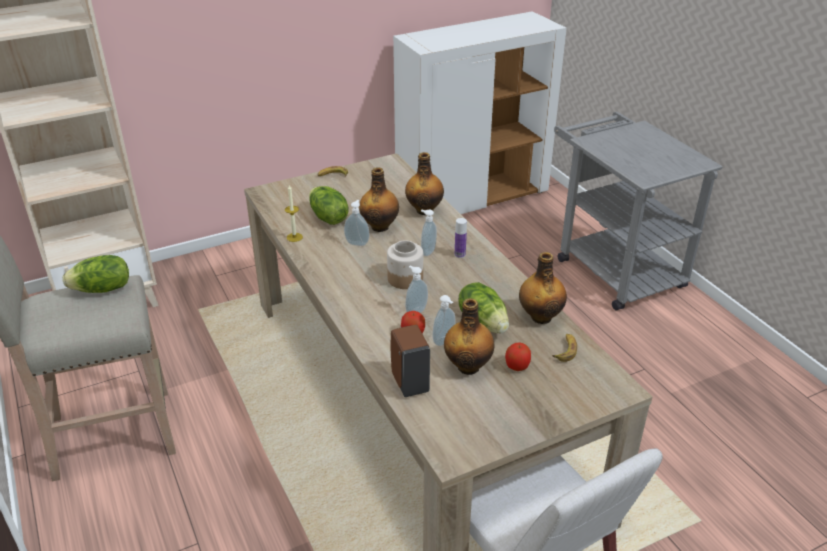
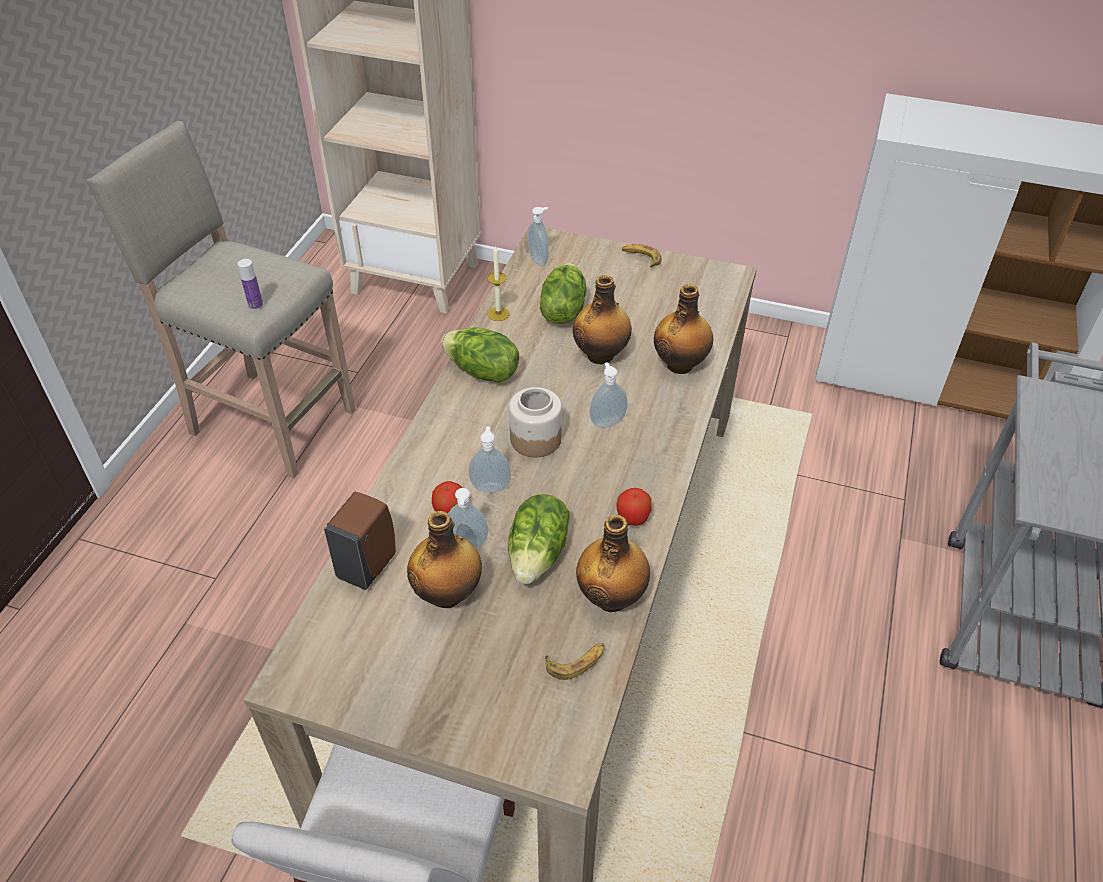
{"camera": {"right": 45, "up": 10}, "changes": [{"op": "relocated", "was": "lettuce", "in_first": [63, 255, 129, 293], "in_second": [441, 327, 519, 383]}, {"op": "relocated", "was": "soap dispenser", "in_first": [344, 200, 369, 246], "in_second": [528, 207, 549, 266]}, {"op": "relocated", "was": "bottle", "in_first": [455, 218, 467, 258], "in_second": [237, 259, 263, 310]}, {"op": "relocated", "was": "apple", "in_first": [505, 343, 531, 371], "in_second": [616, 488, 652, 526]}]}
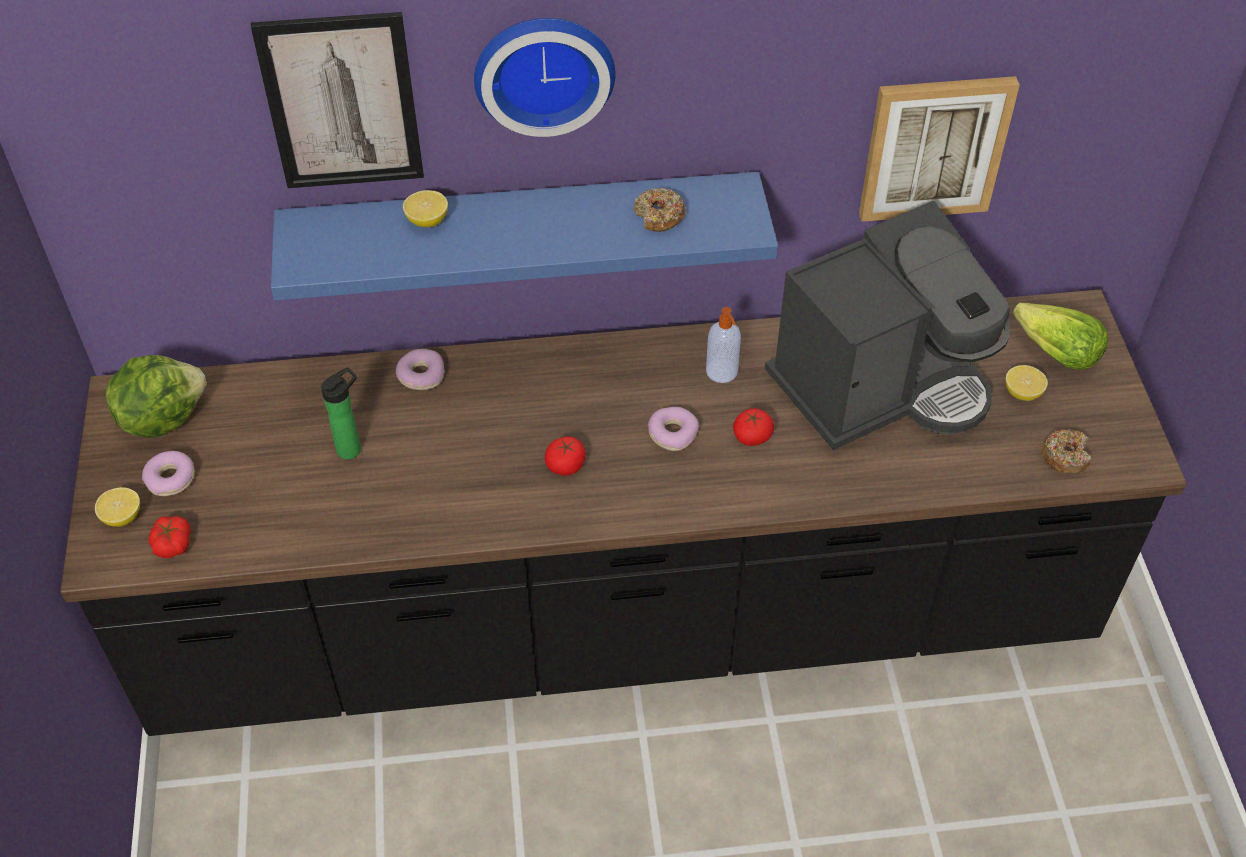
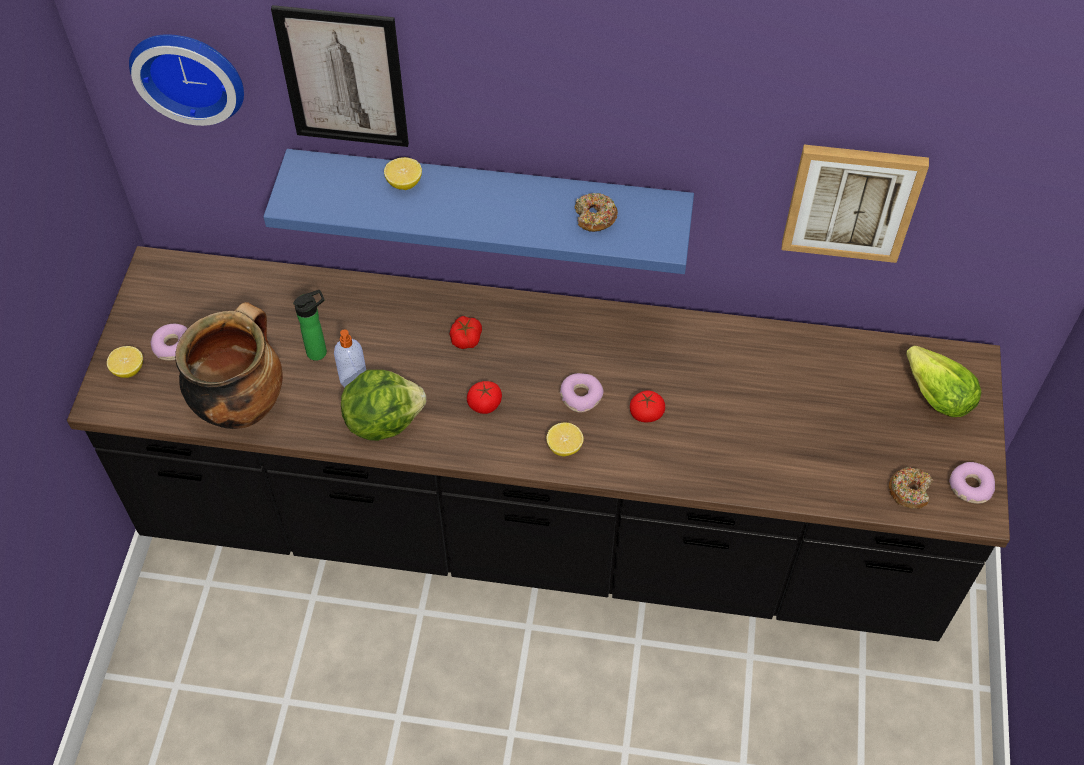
{"camera": {"right": 15, "up": 5}, "changes": [{"op": "missing", "was": "coffee machine", "in_first": [765, 201, 1010, 450]}, {"op": "appeared", "now": "cooking pot", "in_second": [175, 302, 283, 429]}, {"op": "relocated", "was": "lettuce", "in_first": [106, 355, 207, 438], "in_second": [341, 370, 426, 441]}, {"op": "relocated", "was": "tomato", "in_first": [148, 516, 191, 558], "in_second": [449, 316, 482, 349]}, {"op": "relocated", "was": "donut", "in_first": [396, 349, 445, 390], "in_second": [949, 462, 995, 504]}, {"op": "relocated", "was": "wall clock", "in_first": [474, 18, 615, 137], "in_second": [129, 34, 244, 126]}, {"op": "relocated", "was": "soap dispenser", "in_first": [706, 307, 741, 383], "in_second": [334, 329, 366, 387]}, {"op": "relocated", "was": "lemon", "in_first": [1005, 365, 1048, 401], "in_second": [546, 422, 584, 456]}]}
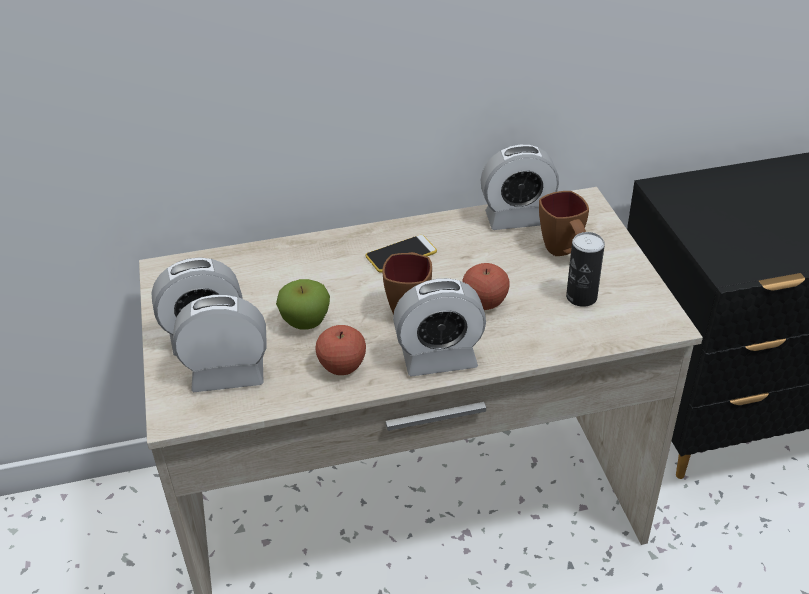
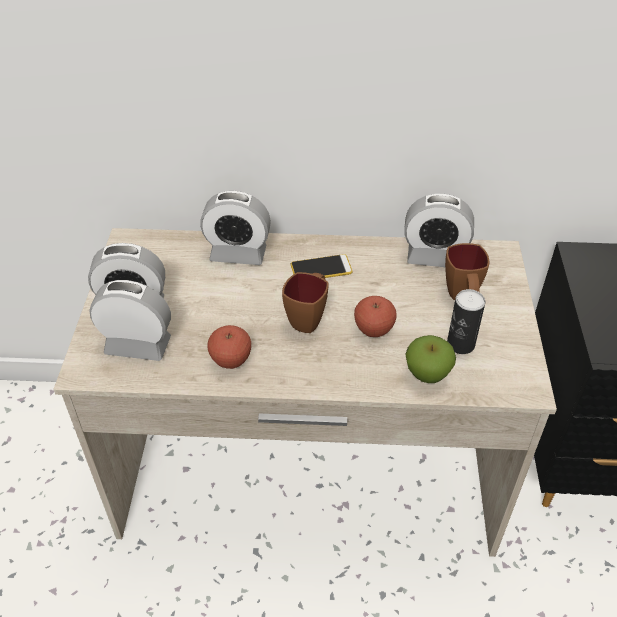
{"camera": {"right": 15, "up": 5}, "changes": [{"op": "relocated", "was": "apple", "in_first": [276, 279, 330, 330], "in_second": [405, 335, 456, 383]}, {"op": "relocated", "was": "alarm clock", "in_first": [393, 278, 486, 377], "in_second": [200, 191, 271, 265]}]}
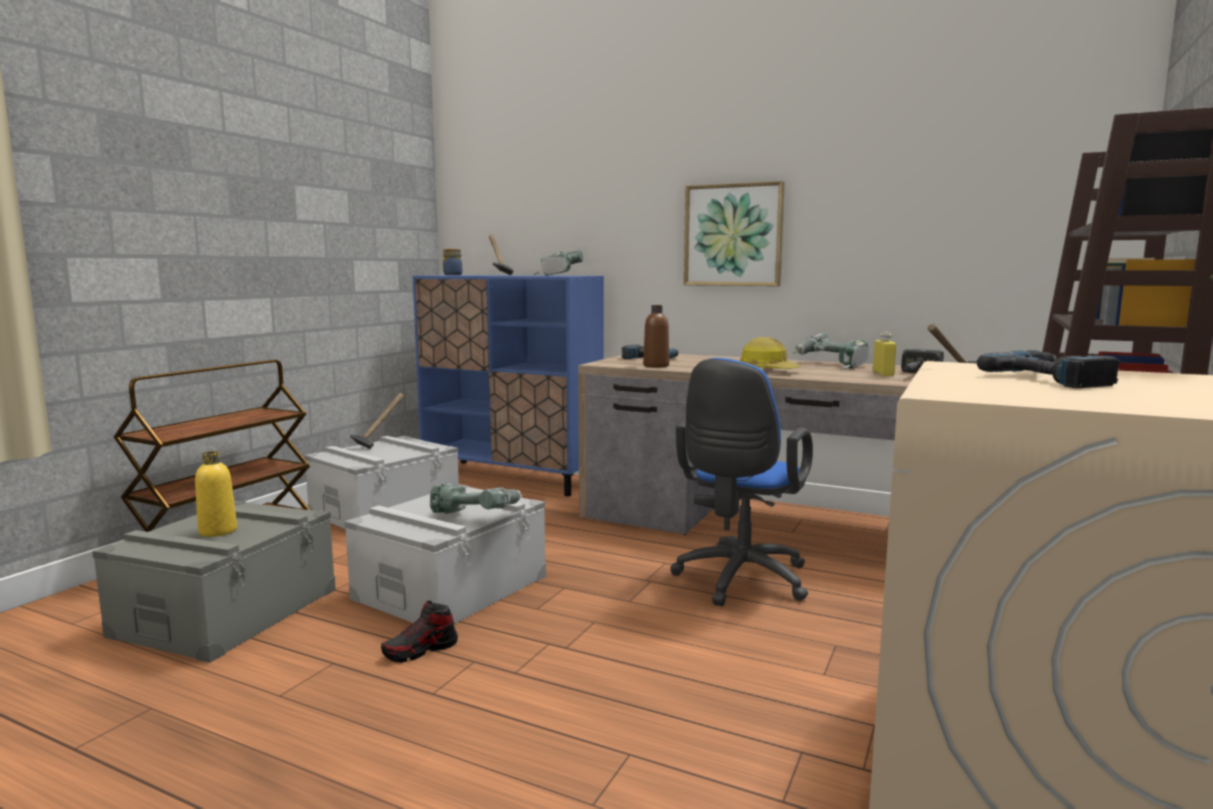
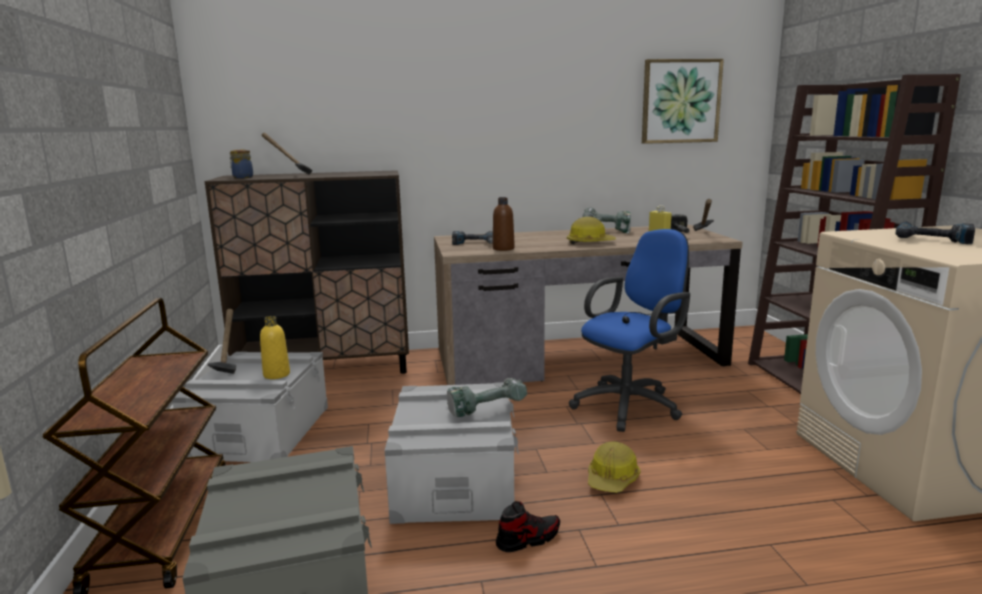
{"camera": {"right": -35, "up": 5}, "changes": [{"op": "missing", "was": "power drill", "in_first": [534, 250, 583, 276]}, {"op": "appeared", "now": "hard hat", "in_second": [588, 441, 641, 493]}, {"op": "relocated", "was": "yellow bottle", "in_first": [195, 451, 237, 537], "in_second": [260, 316, 290, 379]}, {"op": "relocated", "was": "picture", "in_first": [684, 181, 785, 286], "in_second": [642, 59, 724, 144]}, {"op": "colour", "was": "blue cabinet", "now": "brown cabinet", "in_first": [413, 275, 604, 497], "in_second": [204, 170, 409, 374]}, {"op": "spun", "was": "shoe", "in_first": [381, 600, 458, 663], "in_second": [496, 501, 560, 552], "clockwise": -135}, {"op": "spun", "was": "blue office chair", "in_first": [670, 358, 813, 606], "in_second": [569, 229, 690, 432], "clockwise": -120}]}
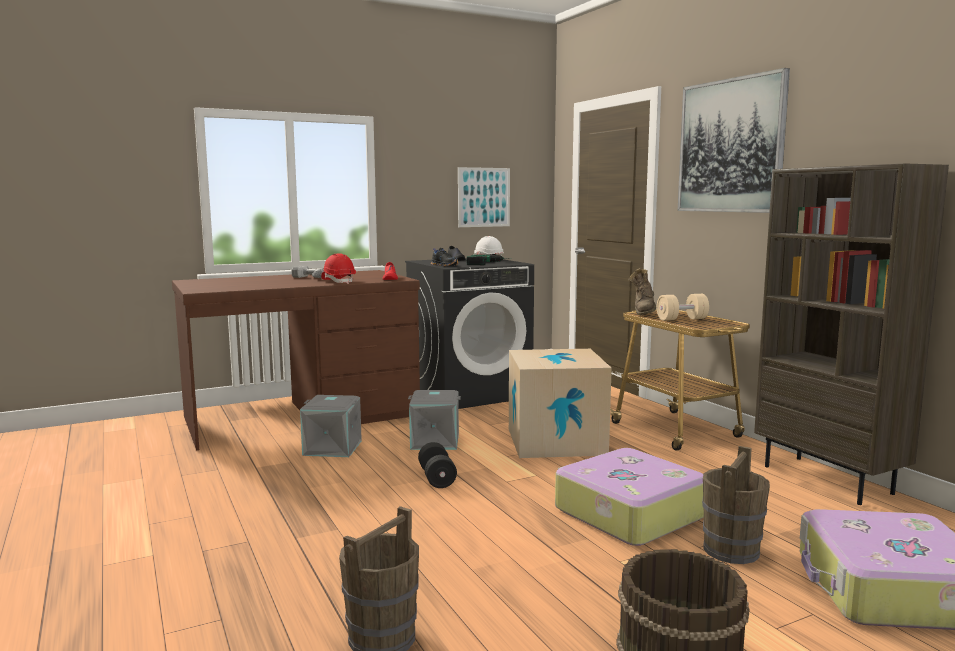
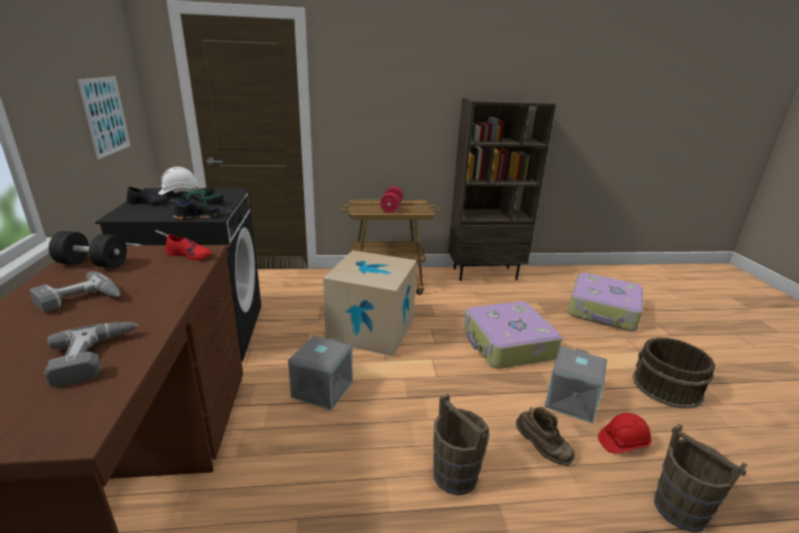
{"camera": {"right": -70, "up": 15}, "changes": [{"op": "missing", "was": "picture", "in_first": [678, 68, 790, 213]}, {"op": "appeared", "now": "power drill", "in_second": [44, 322, 138, 387]}, {"op": "relocated", "was": "grey storage box", "in_first": [300, 395, 362, 457], "in_second": [545, 346, 607, 424]}, {"op": "relocated", "was": "red hard hat", "in_first": [321, 253, 356, 284], "in_second": [598, 413, 652, 453]}, {"op": "relocated", "was": "black dumbbell", "in_first": [418, 442, 457, 488], "in_second": [49, 231, 127, 268]}, {"op": "relocated", "was": "brown boot", "in_first": [628, 268, 656, 315], "in_second": [516, 407, 575, 466]}, {"op": "relocated", "was": "brown bucket", "in_first": [702, 446, 770, 564], "in_second": [433, 394, 489, 495]}, {"op": "colour", "was": "beige dumbbell", "now": "red dumbbell", "in_first": [657, 294, 709, 321], "in_second": [380, 186, 403, 213]}]}
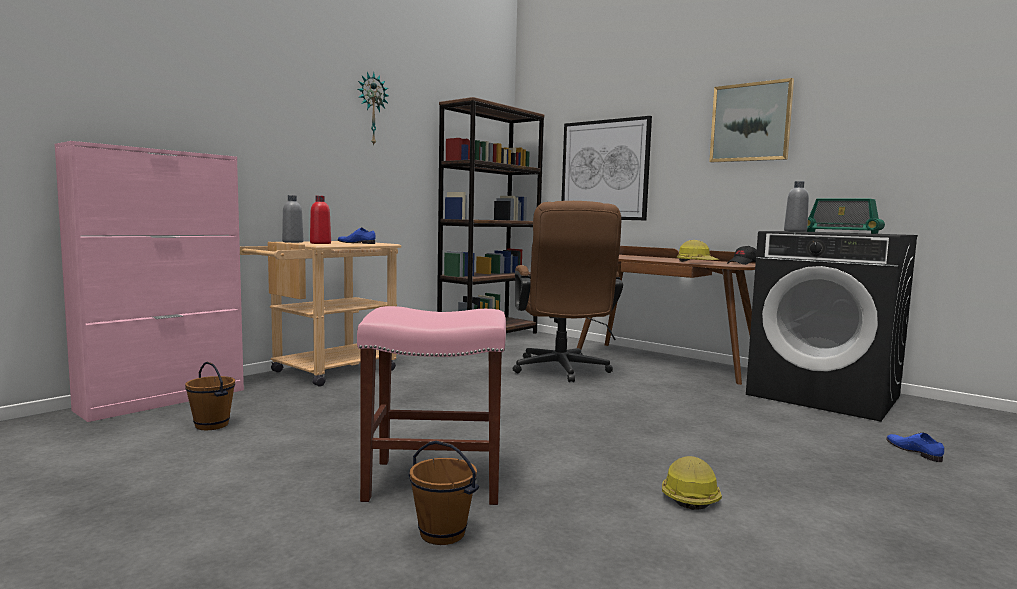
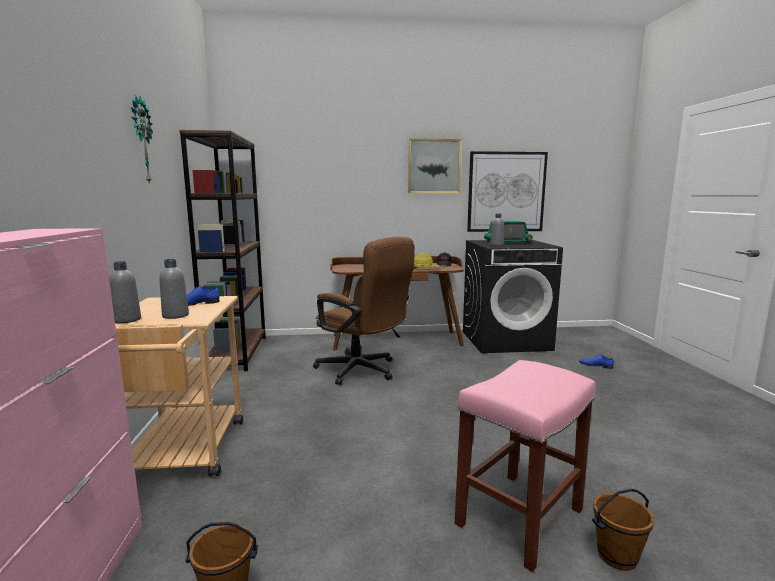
{"camera": {"right": -45, "up": 5}, "changes": [{"op": "missing", "was": "hard hat", "in_first": [662, 456, 722, 510]}, {"op": "relocated", "was": "picture", "in_first": [561, 116, 652, 220], "in_second": [467, 151, 548, 232]}, {"op": "colour", "was": "red bottle", "now": "grey bottle", "in_first": [310, 196, 331, 244], "in_second": [159, 259, 189, 319]}]}
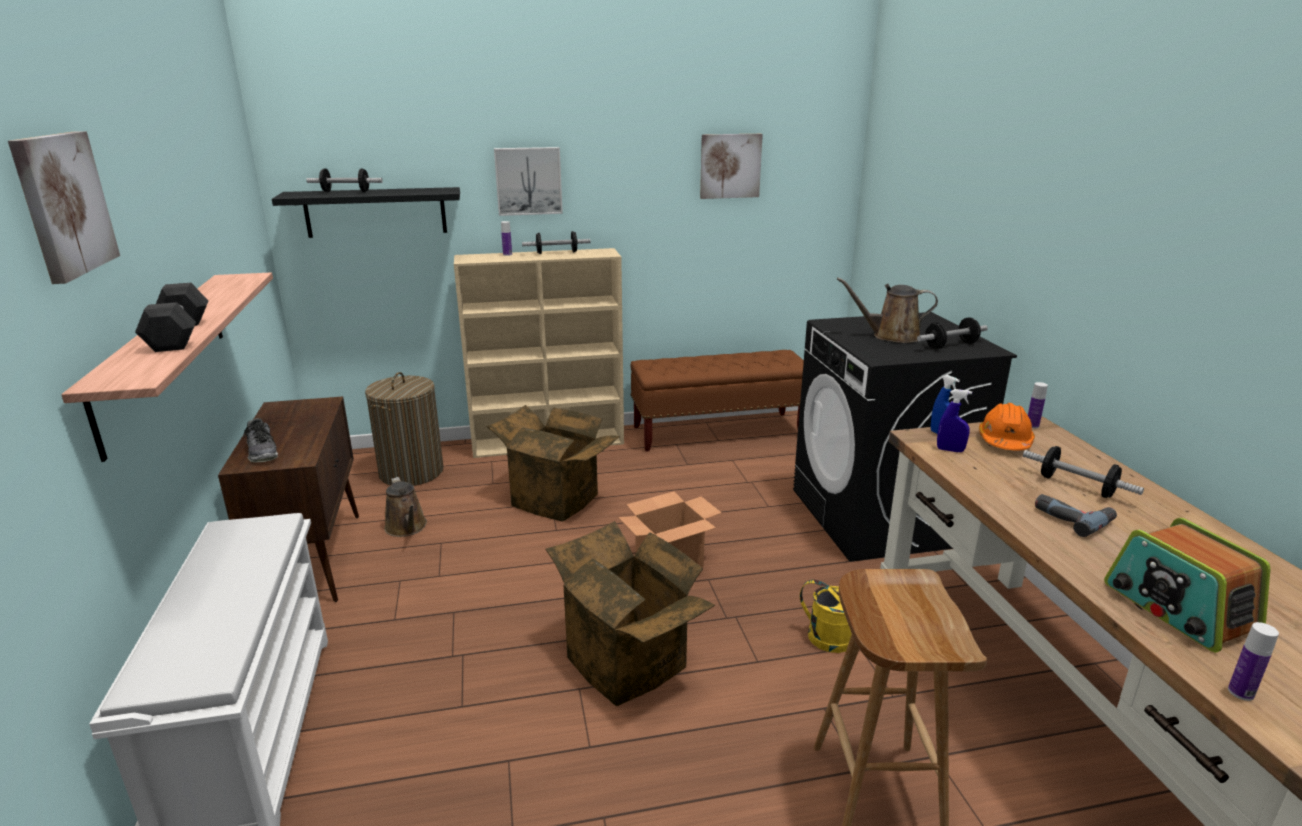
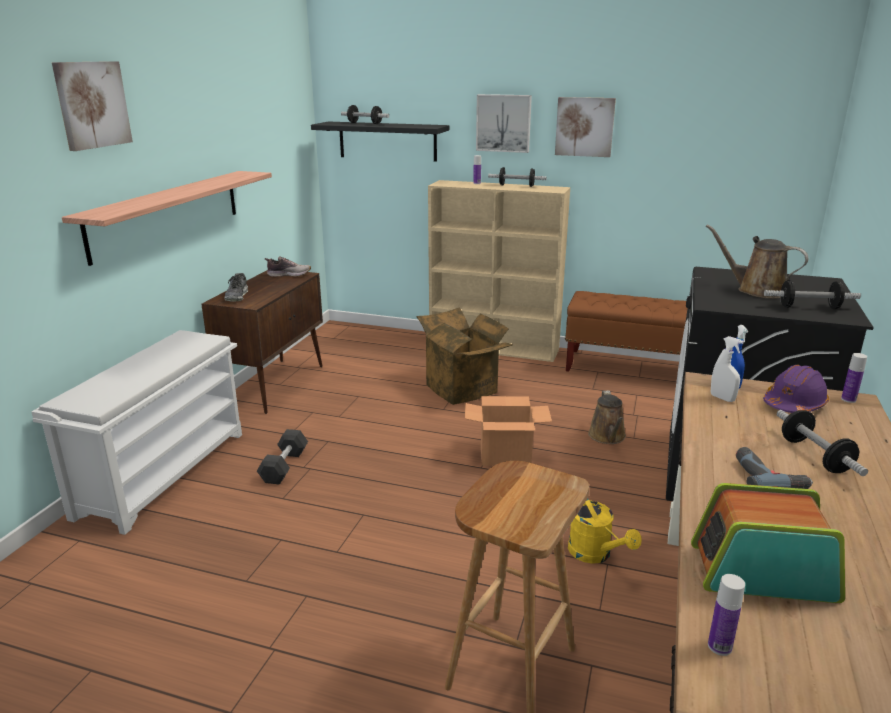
{"camera": {"right": 30, "up": 0}, "changes": [{"op": "missing", "was": "laundry basket", "in_first": [365, 372, 444, 486]}, {"op": "missing", "was": "cardboard box", "in_first": [545, 521, 715, 706]}, {"op": "appeared", "now": "shoe", "in_second": [265, 257, 311, 277]}, {"op": "relocated", "was": "black dumbbell", "in_first": [135, 283, 208, 352], "in_second": [257, 429, 308, 485]}, {"op": "relocated", "was": "brown watering can", "in_first": [384, 477, 427, 537], "in_second": [588, 390, 626, 444]}, {"op": "relocated", "was": "picture", "in_first": [700, 134, 763, 199], "in_second": [555, 97, 616, 157]}, {"op": "colour", "was": "blue spray bottle", "now": "white spray bottle", "in_first": [937, 389, 972, 452], "in_second": [711, 336, 744, 402]}, {"op": "colour", "was": "orange hard hat", "now": "purple hard hat", "in_first": [979, 403, 1035, 450], "in_second": [763, 365, 829, 413]}, {"op": "spun", "was": "radio", "in_first": [1104, 518, 1271, 653], "in_second": [691, 483, 845, 603], "clockwise": 90}]}
